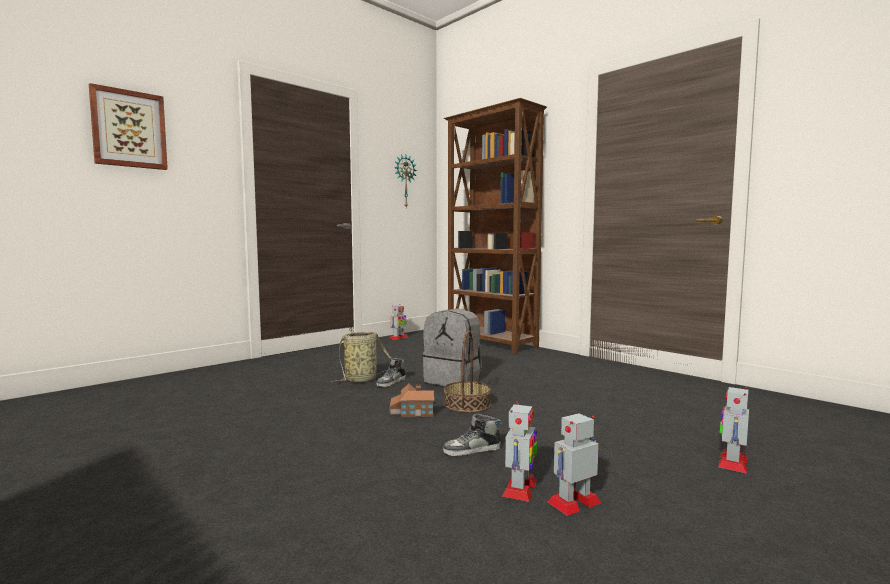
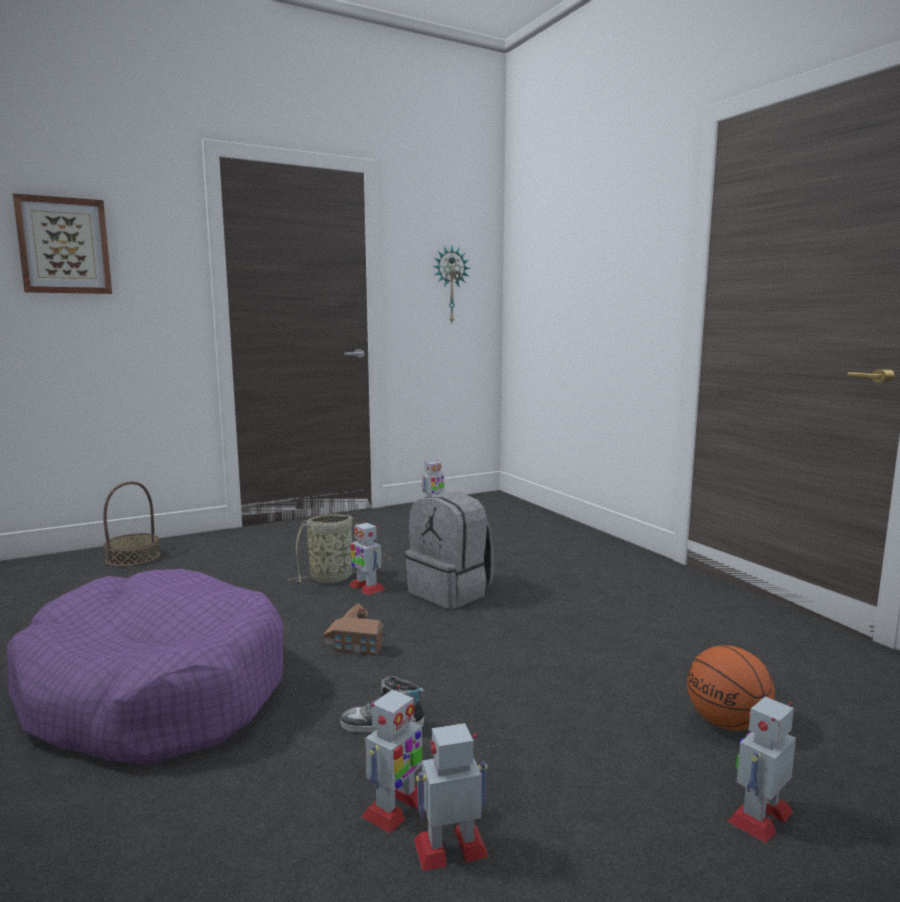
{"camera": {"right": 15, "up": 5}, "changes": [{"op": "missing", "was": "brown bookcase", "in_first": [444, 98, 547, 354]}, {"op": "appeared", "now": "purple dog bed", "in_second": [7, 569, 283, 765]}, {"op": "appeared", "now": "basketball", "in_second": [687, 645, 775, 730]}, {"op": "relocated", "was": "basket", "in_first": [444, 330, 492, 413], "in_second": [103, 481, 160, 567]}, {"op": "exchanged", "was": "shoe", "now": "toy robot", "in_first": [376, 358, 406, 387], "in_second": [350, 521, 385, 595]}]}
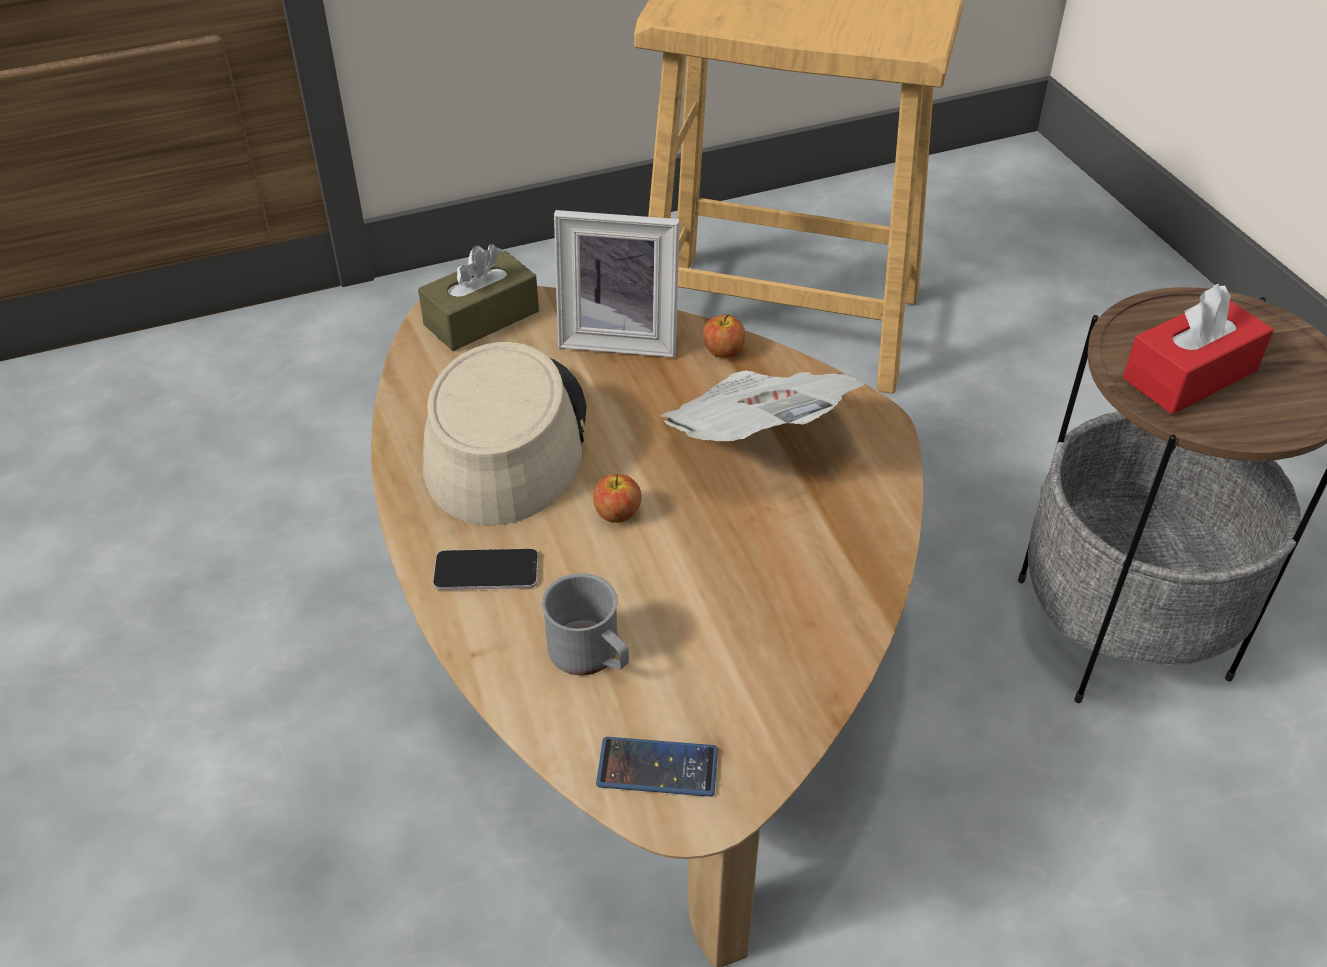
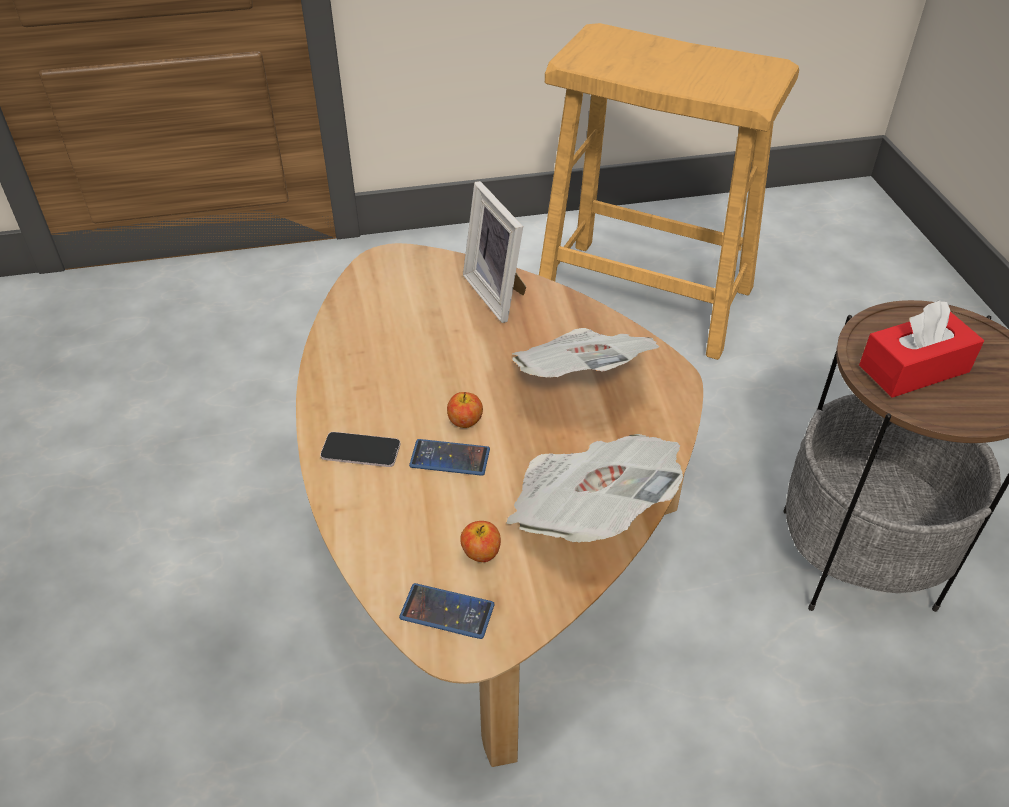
{"camera": {"right": 10, "up": 0}, "changes": [{"op": "missing", "was": "brown tissue box", "in_first": [418, 244, 539, 351]}, {"op": "missing", "was": "beige hat", "in_first": [423, 342, 587, 525]}, {"op": "missing", "was": "grey mug", "in_first": [542, 573, 629, 675]}, {"op": "appeared", "now": "phone", "in_second": [409, 439, 490, 476]}, {"op": "appeared", "now": "newspaper", "in_second": [506, 434, 683, 543]}, {"op": "relocated", "was": "apple", "in_first": [703, 314, 745, 358], "in_second": [460, 521, 501, 562]}, {"op": "spun", "was": "picture frame", "in_first": [554, 210, 680, 357], "in_second": [463, 181, 526, 323], "clockwise": 45}]}
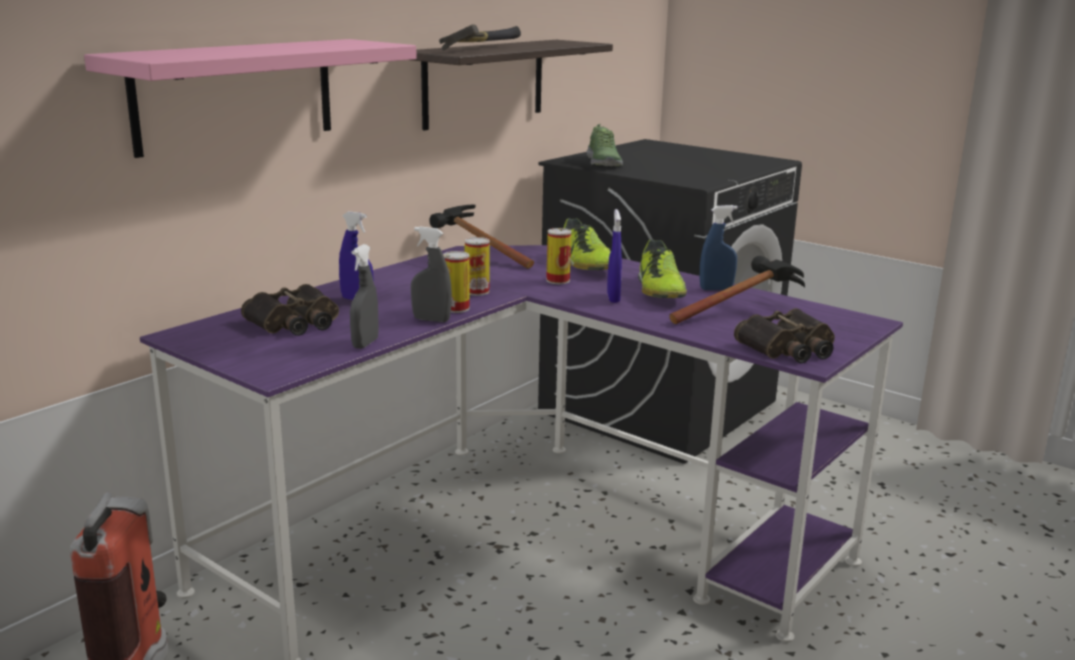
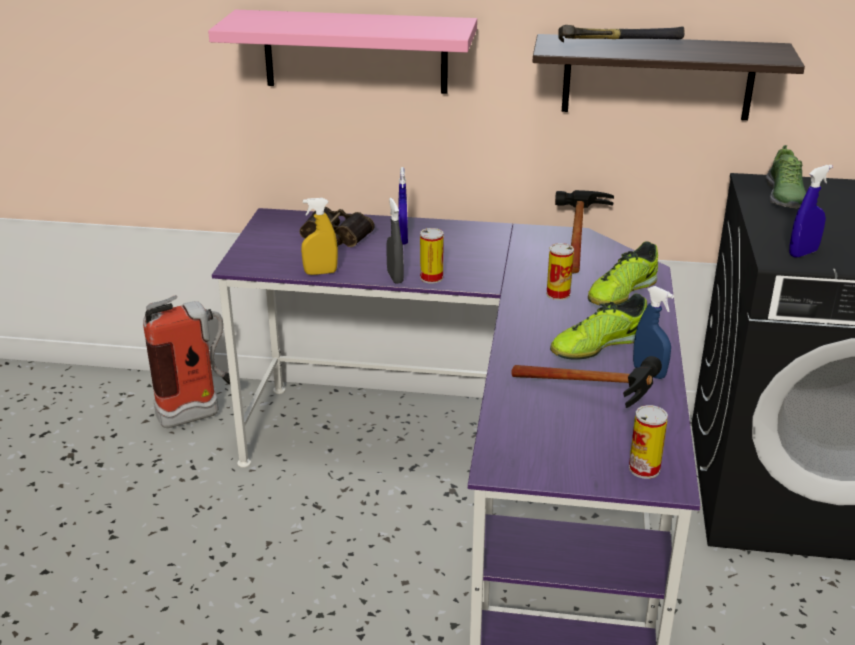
{"camera": {"right": 60, "up": 10}, "changes": [{"op": "missing", "was": "binoculars", "in_first": [734, 308, 835, 363]}, {"op": "relocated", "was": "can", "in_first": [465, 237, 490, 296], "in_second": [629, 405, 668, 479]}, {"op": "relocated", "was": "blue spray bottle", "in_first": [607, 209, 622, 303], "in_second": [789, 165, 833, 257]}, {"op": "colour", "was": "grey spray bottle", "now": "yellow spray bottle", "in_first": [350, 244, 379, 349], "in_second": [301, 198, 338, 275]}, {"op": "spun", "was": "shoe", "in_first": [586, 124, 623, 166], "in_second": [766, 145, 806, 209], "clockwise": -45}]}
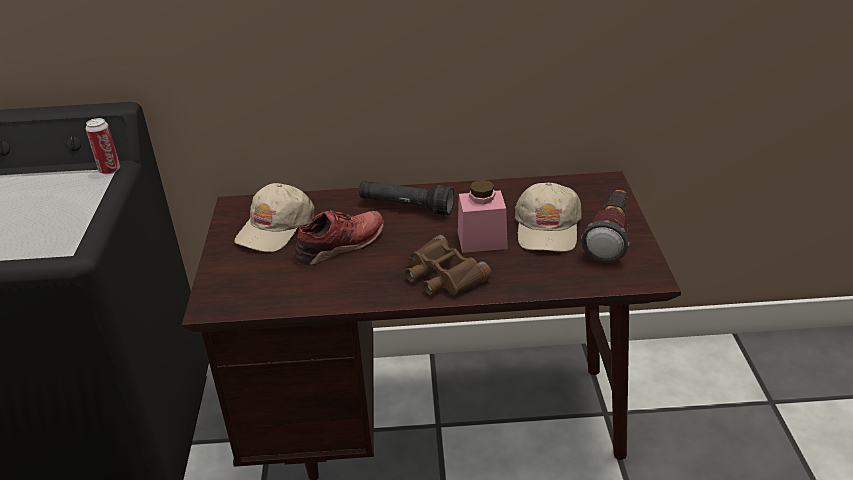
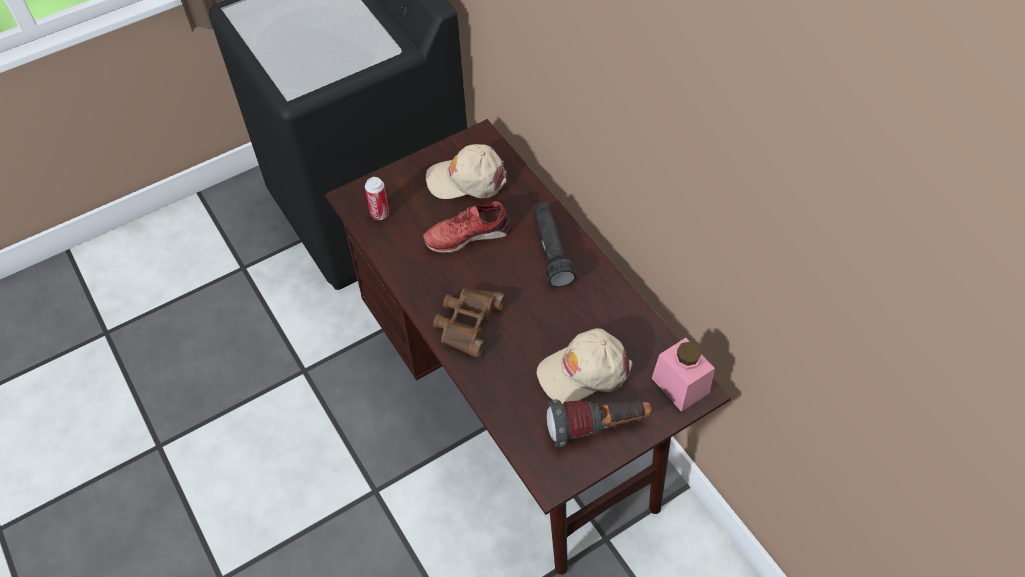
{"camera": {"right": 60, "up": 20}, "changes": [{"op": "relocated", "was": "can", "in_first": [86, 118, 120, 174], "in_second": [365, 177, 389, 220]}, {"op": "relocated", "was": "pink jar", "in_first": [458, 180, 508, 253], "in_second": [652, 338, 715, 412]}, {"op": "spun", "was": "red shoe", "in_first": [294, 210, 384, 266], "in_second": [423, 201, 512, 253], "clockwise": 135}]}
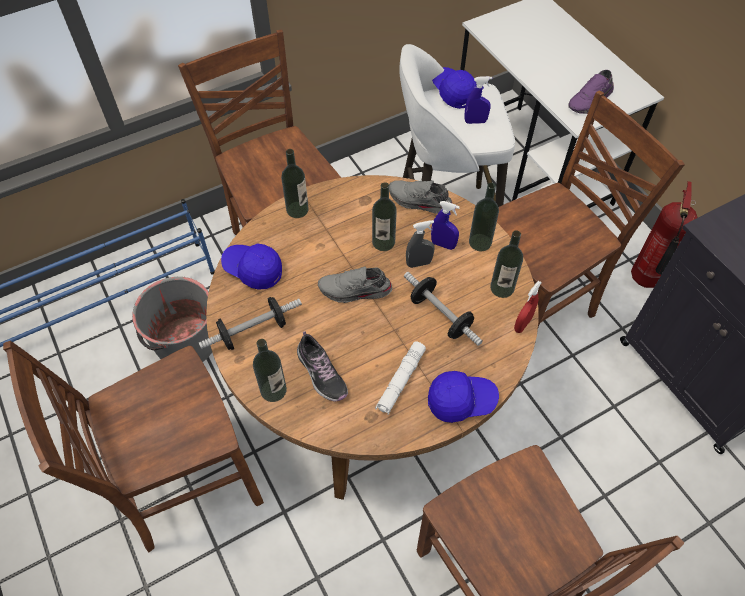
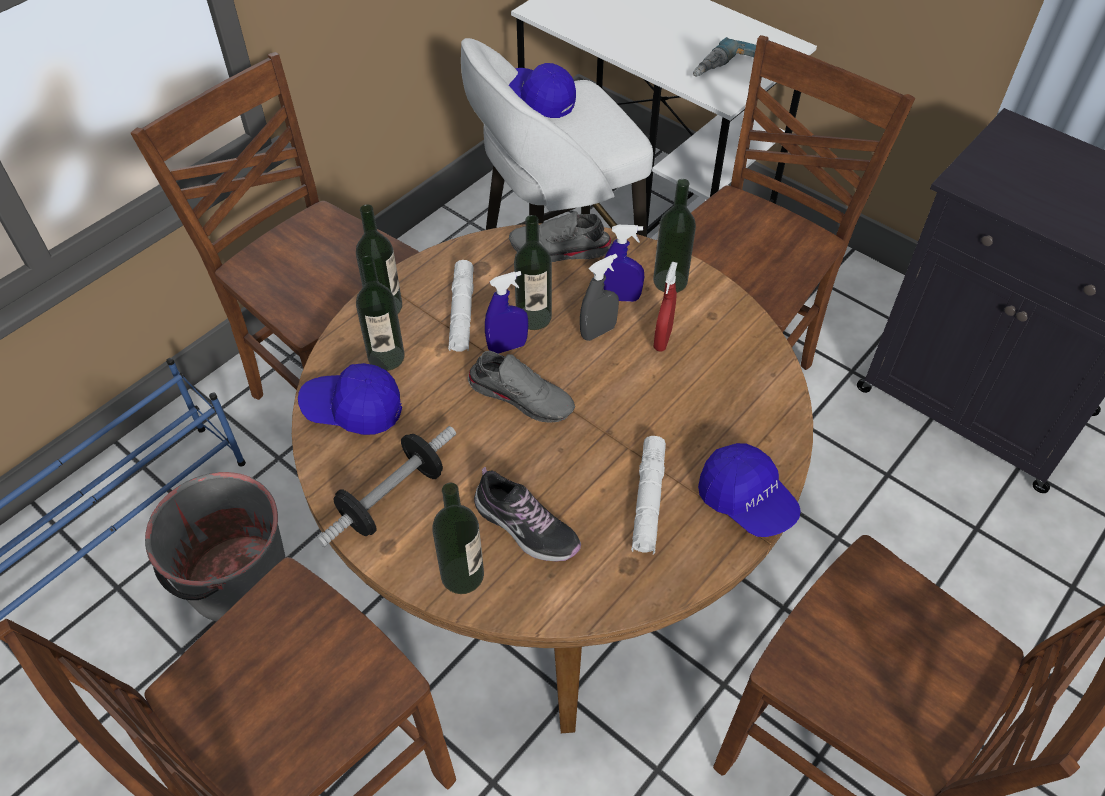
{"camera": {"right": -20, "up": -5}, "changes": [{"op": "missing", "was": "dumbbell", "in_first": [404, 272, 483, 346]}, {"op": "missing", "was": "fire extinguisher", "in_first": [631, 181, 698, 288]}, {"op": "appeared", "now": "white flashlight", "in_second": [448, 260, 474, 351]}, {"op": "relocated", "was": "blue spray bottle", "in_first": [465, 76, 492, 124], "in_second": [485, 271, 528, 354]}, {"op": "relocated", "was": "bottle", "in_first": [490, 230, 523, 298], "in_second": [356, 256, 405, 371]}, {"op": "relocated", "was": "red spray bottle", "in_first": [514, 281, 542, 333], "in_second": [654, 262, 677, 352]}, {"op": "exchanged", "was": "purple shoe", "now": "power drill", "in_first": [568, 70, 614, 114], "in_second": [693, 37, 756, 77]}, {"op": "spun", "was": "grey shoe", "in_first": [318, 266, 392, 303], "in_second": [467, 351, 575, 422], "clockwise": -135}, {"op": "spun", "was": "blue cap", "in_first": [428, 371, 499, 423], "in_second": [698, 443, 801, 537], "clockwise": 75}]}
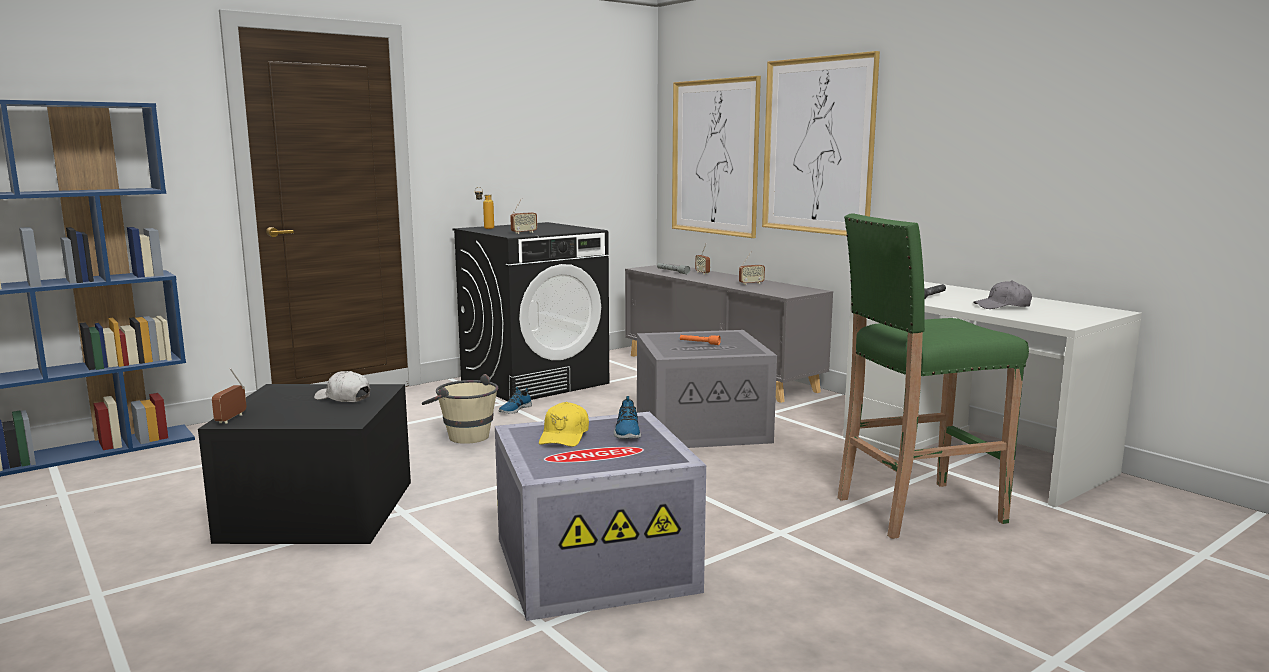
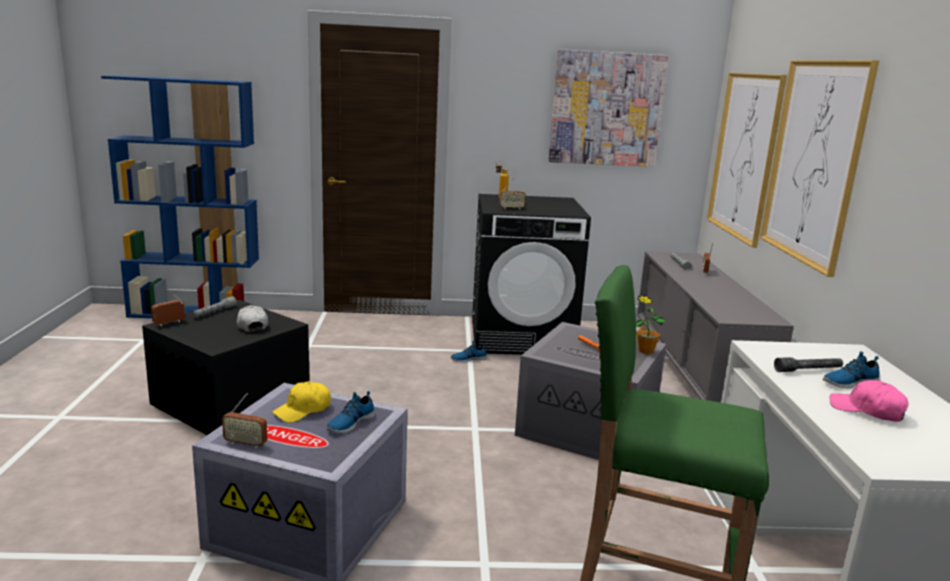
{"camera": {"right": 35, "up": 5}, "changes": [{"op": "missing", "was": "beige bucket", "in_first": [422, 374, 498, 444]}, {"op": "appeared", "now": "grey flashlight", "in_second": [192, 296, 237, 317]}, {"op": "appeared", "now": "picture", "in_second": [549, 49, 669, 167]}, {"op": "appeared", "now": "potted plant", "in_second": [636, 296, 666, 354]}, {"op": "appeared", "now": "shoe", "in_second": [823, 351, 880, 388]}, {"op": "relocated", "was": "radio", "in_first": [739, 251, 765, 285], "in_second": [222, 393, 267, 449]}, {"op": "colour", "was": "grey cap", "now": "pink cap", "in_first": [973, 280, 1032, 309], "in_second": [830, 380, 909, 422]}]}
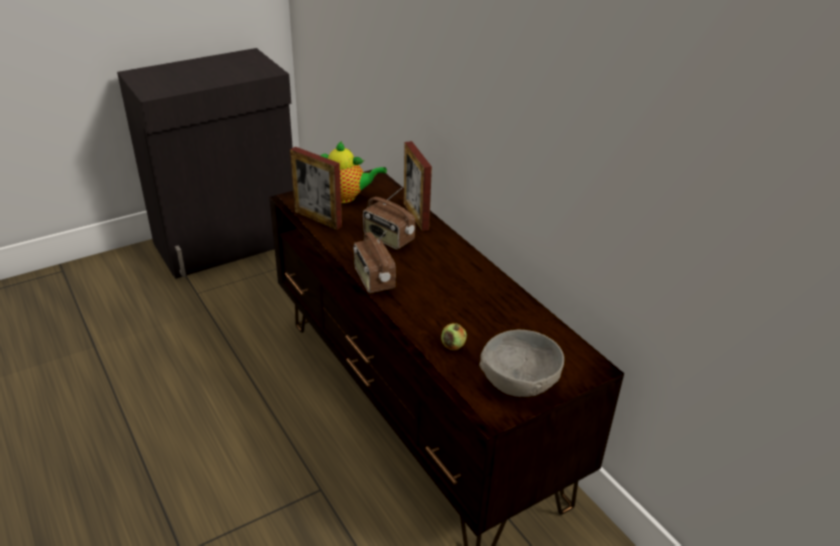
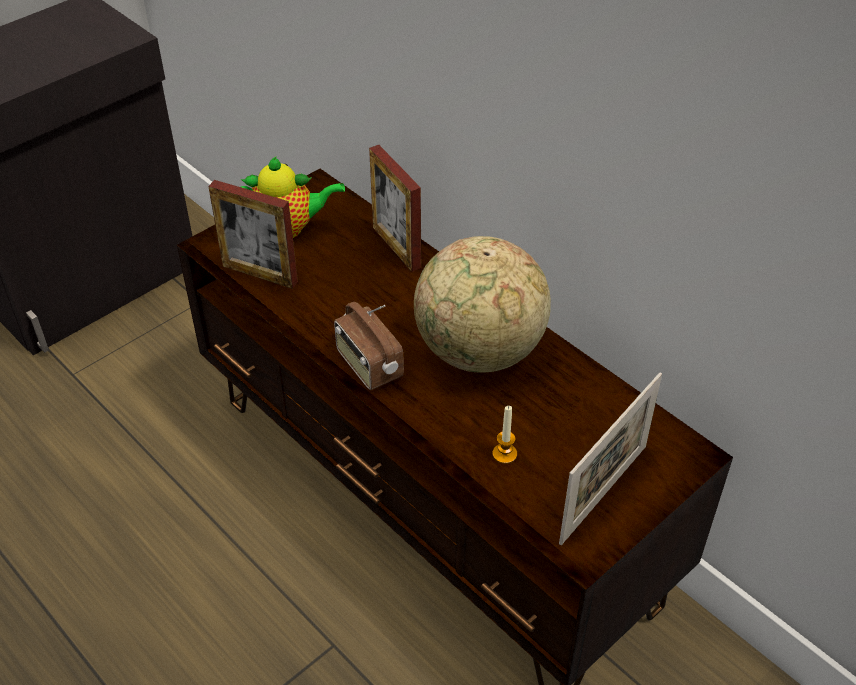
{"camera": {"right": -10, "up": 10}, "changes": [{"op": "missing", "was": "radio", "in_first": [363, 188, 415, 250]}, {"op": "appeared", "now": "globe", "in_second": [414, 236, 551, 373]}, {"op": "exchanged", "was": "apple", "now": "candle", "in_first": [441, 323, 467, 350], "in_second": [493, 406, 517, 464]}, {"op": "exchanged", "was": "grey bowl", "now": "picture frame", "in_first": [479, 330, 564, 397], "in_second": [559, 373, 662, 545]}]}
